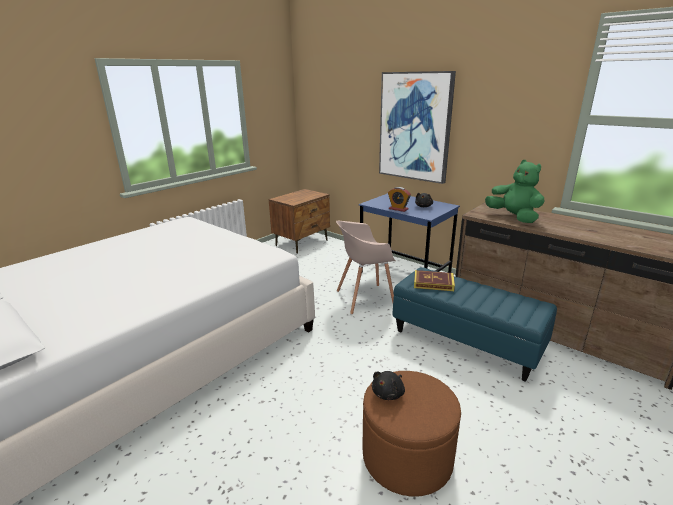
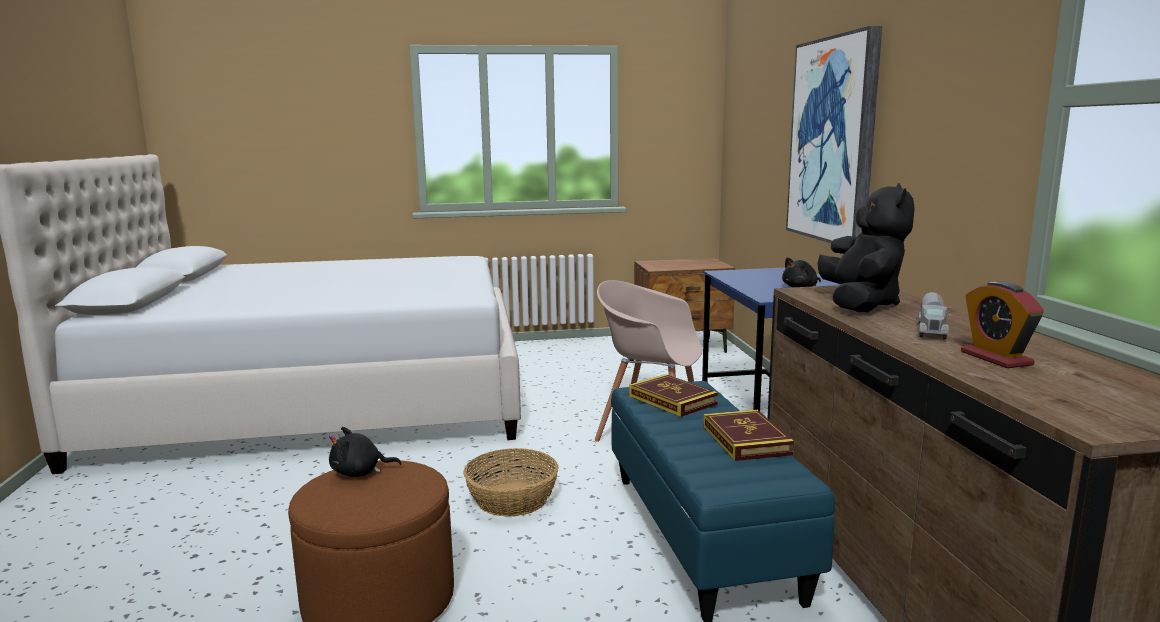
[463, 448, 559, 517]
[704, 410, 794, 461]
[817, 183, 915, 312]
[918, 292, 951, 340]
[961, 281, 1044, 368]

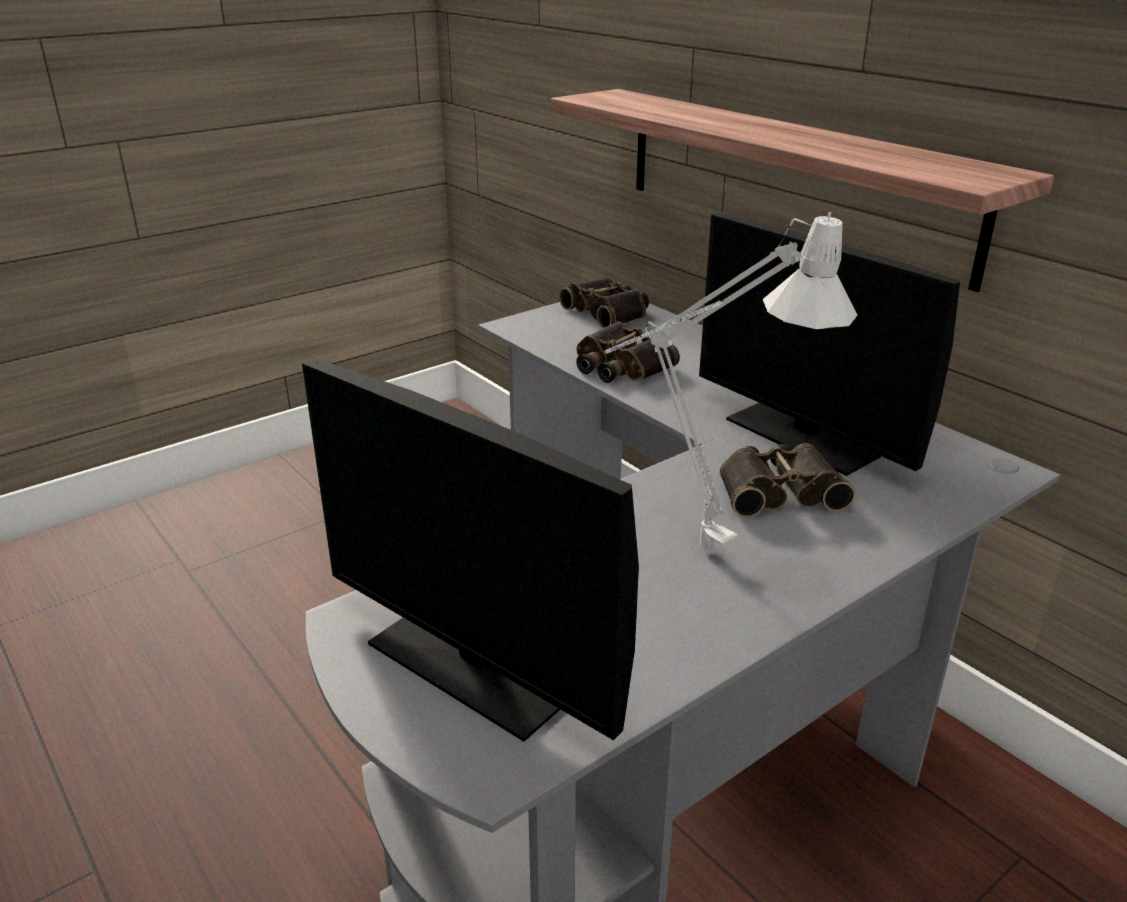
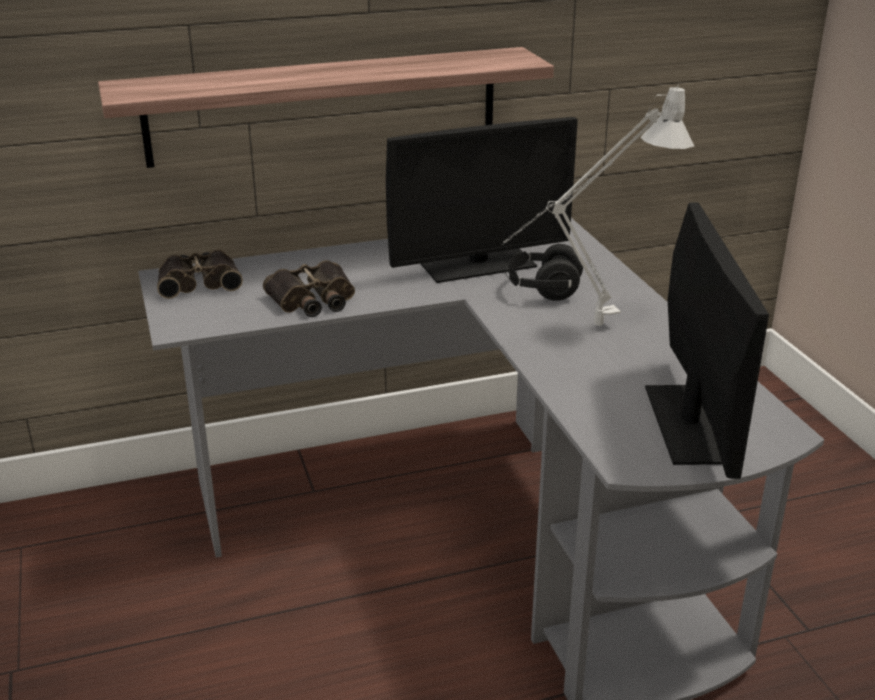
[506, 244, 583, 301]
[645, 202, 769, 479]

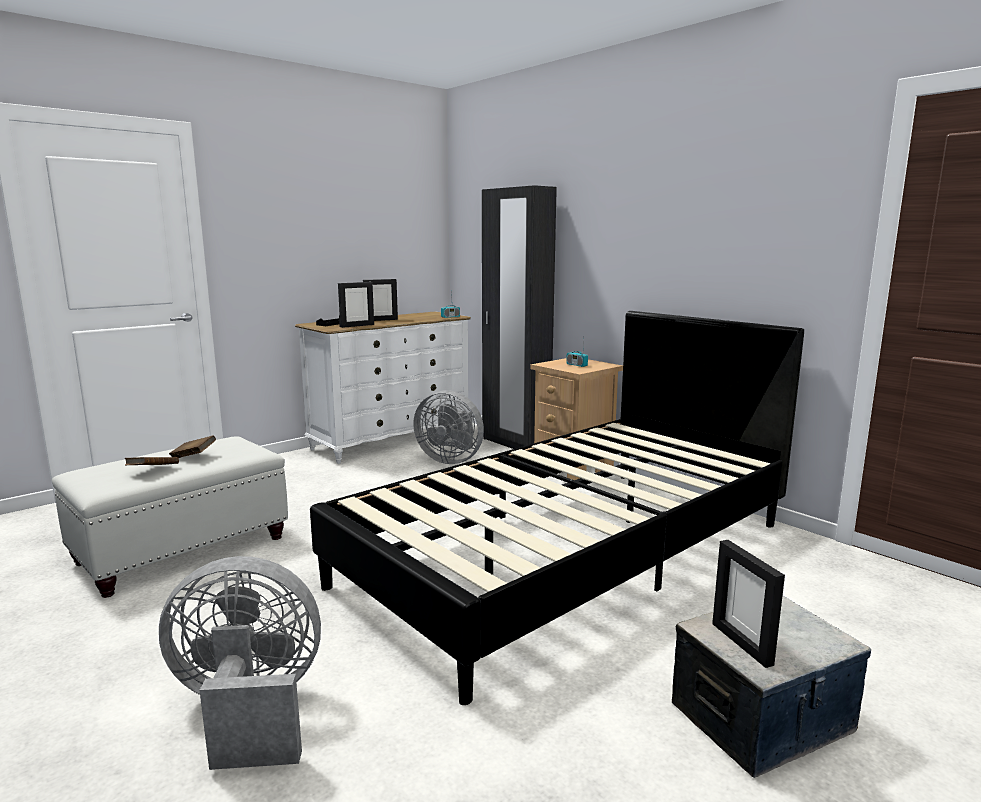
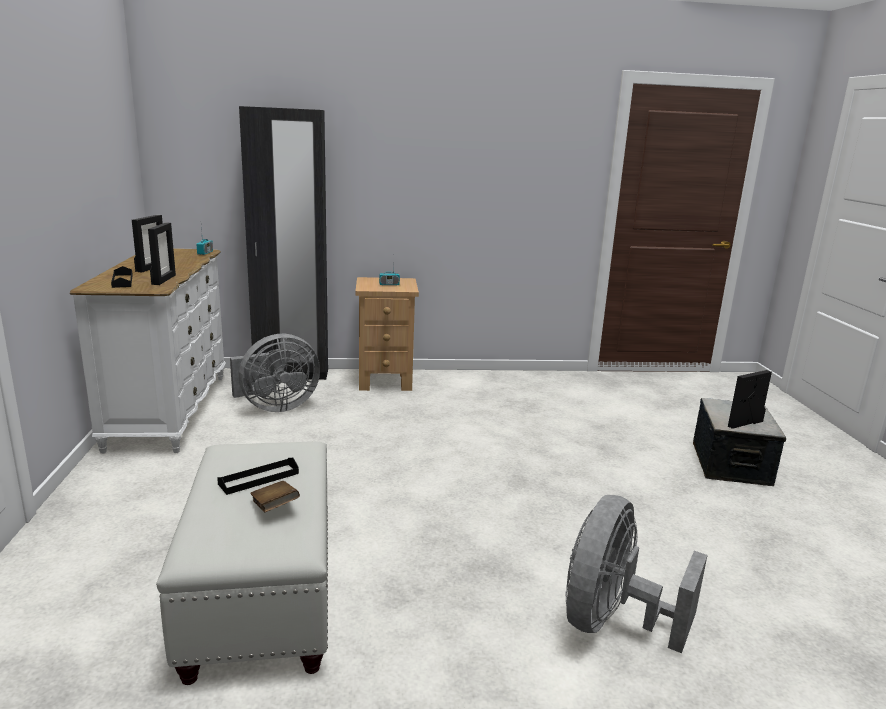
[217, 458, 299, 495]
[728, 370, 772, 429]
[310, 311, 804, 705] (first image)

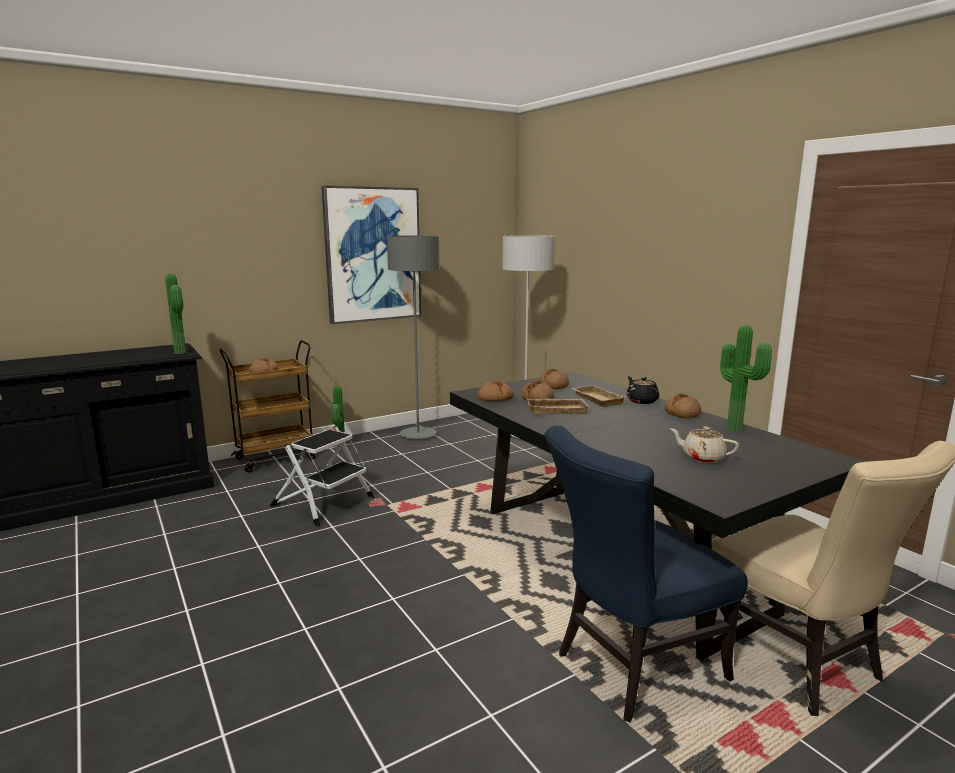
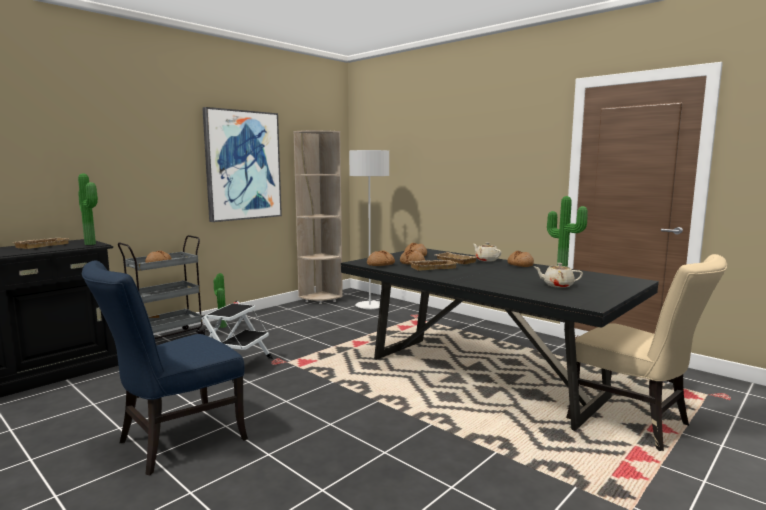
[14, 238, 69, 249]
[82, 261, 248, 475]
[118, 235, 208, 339]
[294, 130, 343, 304]
[473, 242, 501, 262]
[387, 235, 440, 439] (first image)

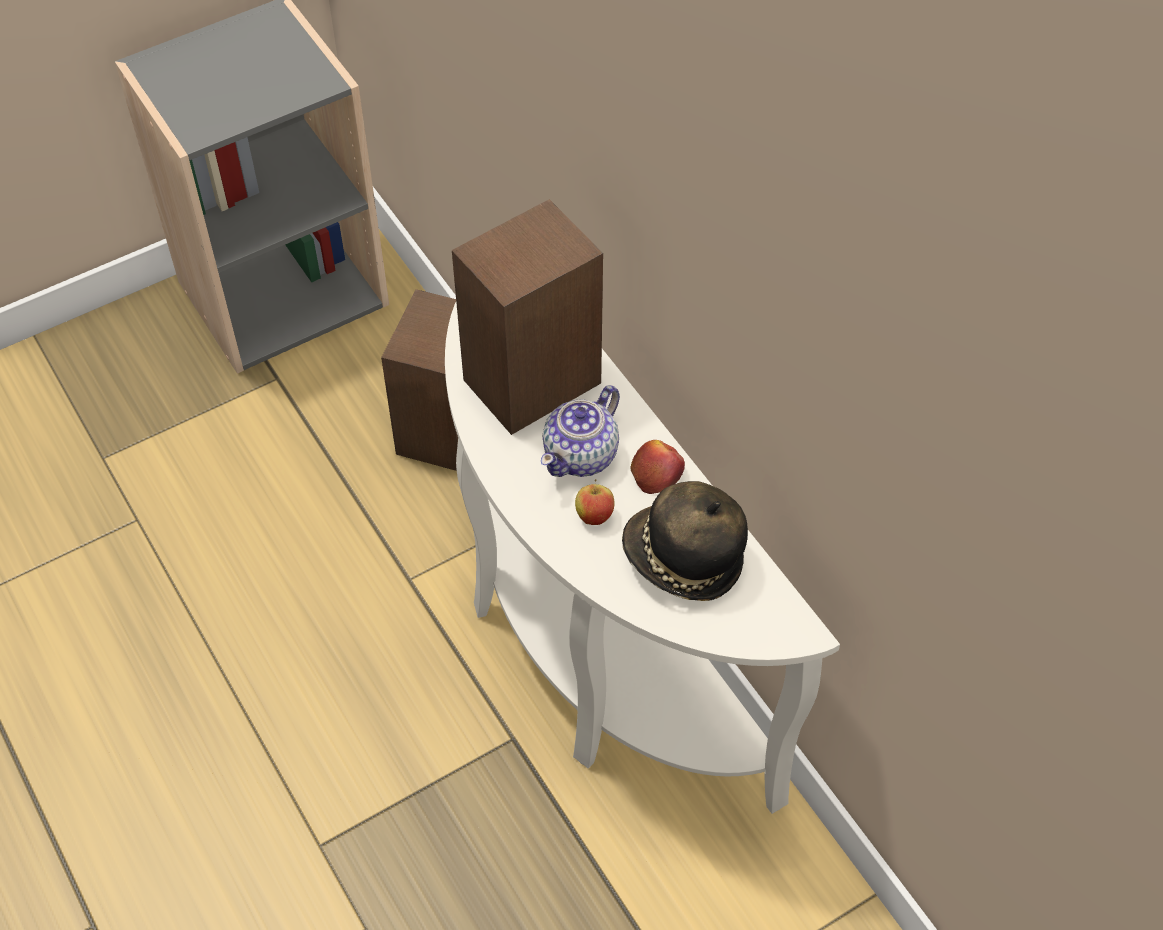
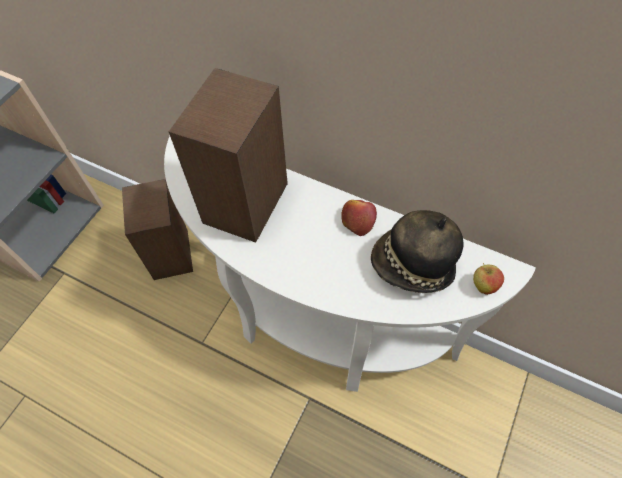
[473, 263, 504, 295]
[541, 385, 620, 477] (first image)

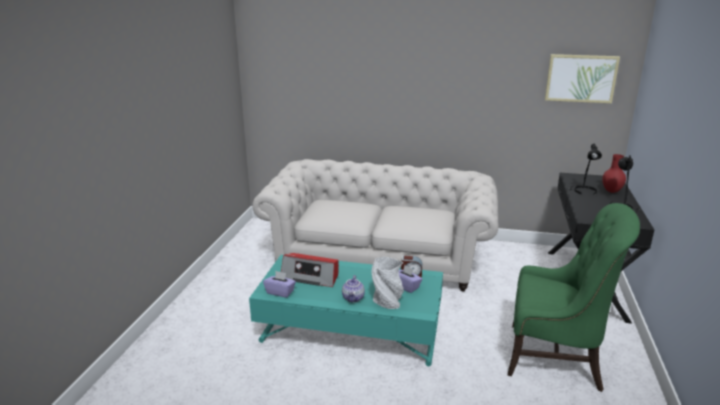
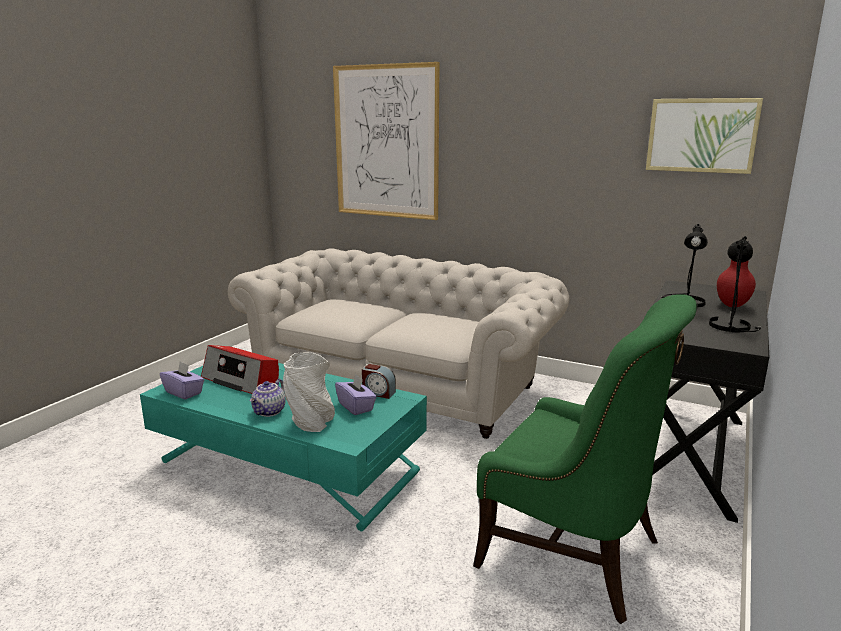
[333, 62, 440, 220]

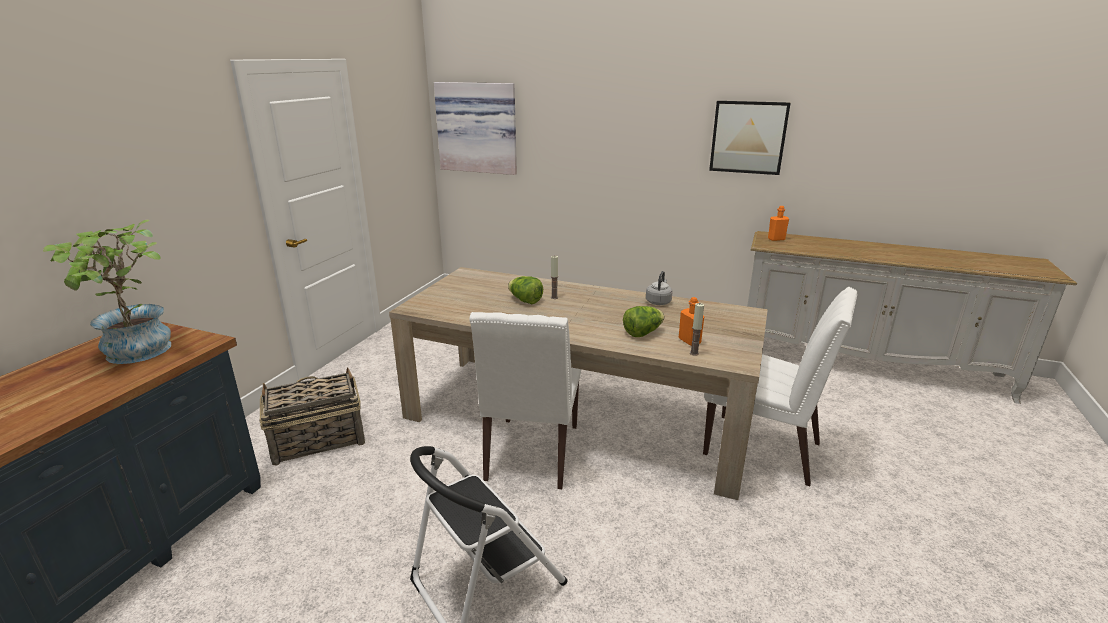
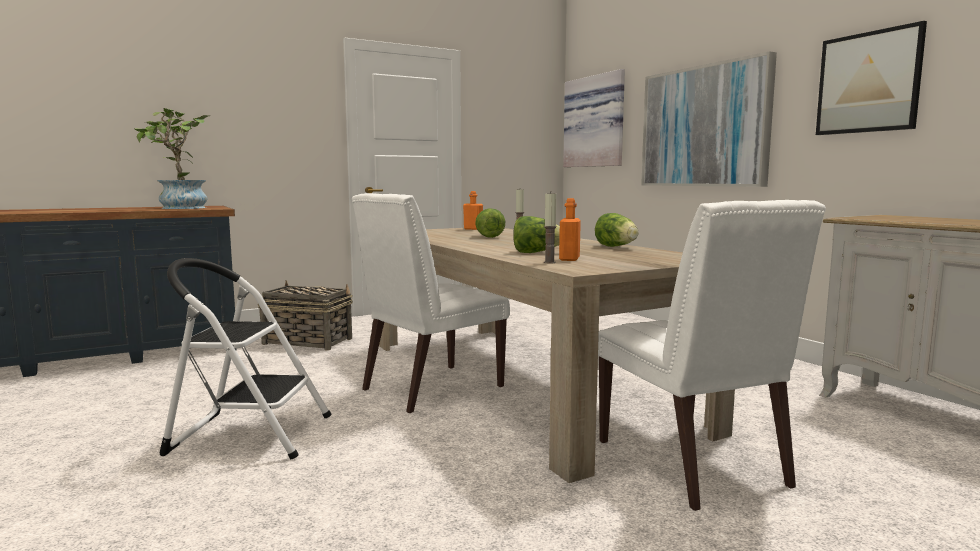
[463, 191, 483, 230]
[595, 213, 638, 247]
[641, 51, 777, 187]

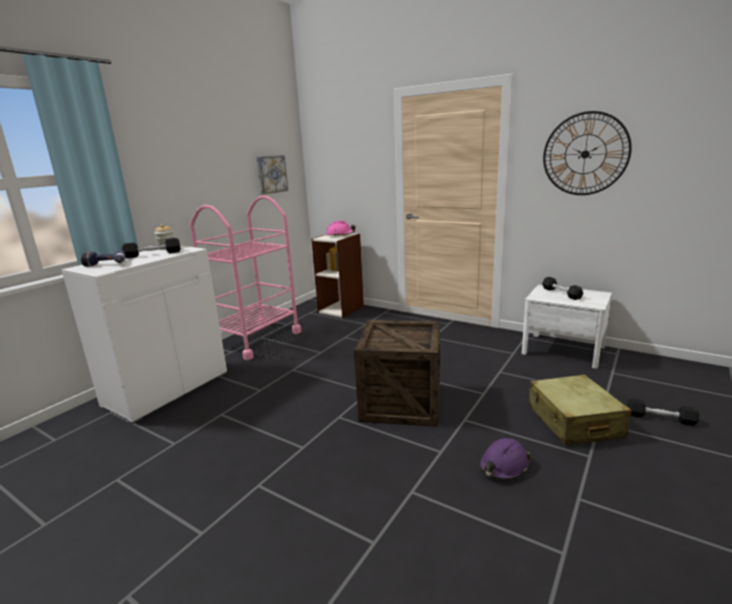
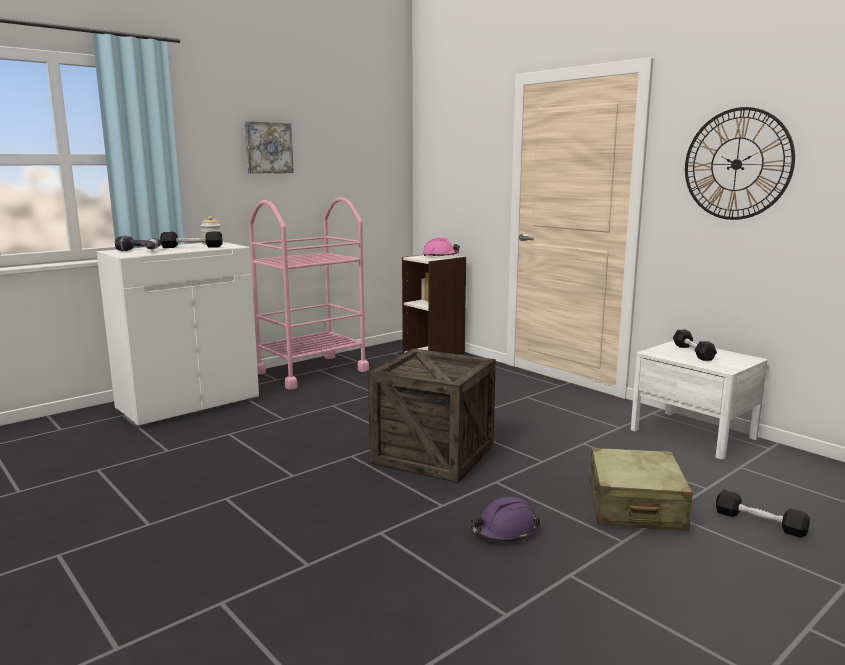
[245, 121, 294, 174]

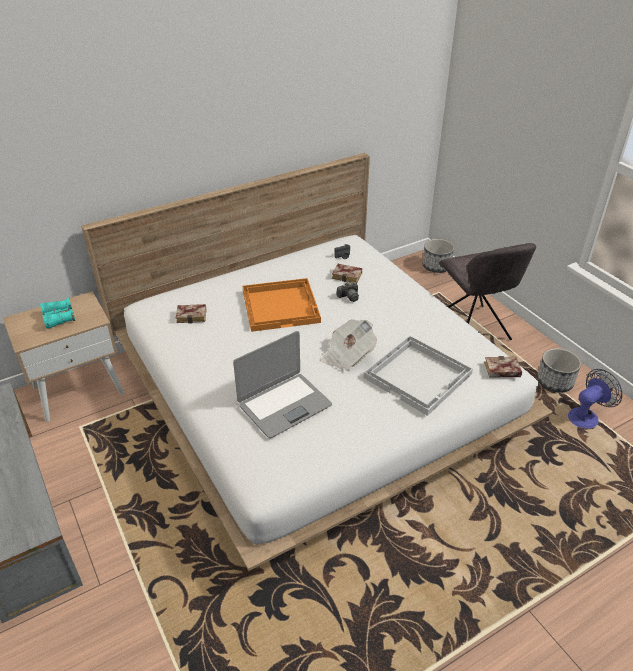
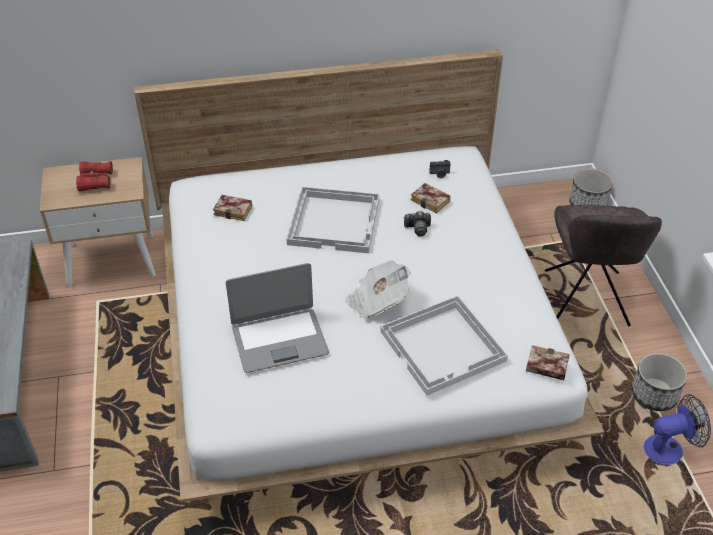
[76, 161, 113, 191]
[287, 187, 380, 253]

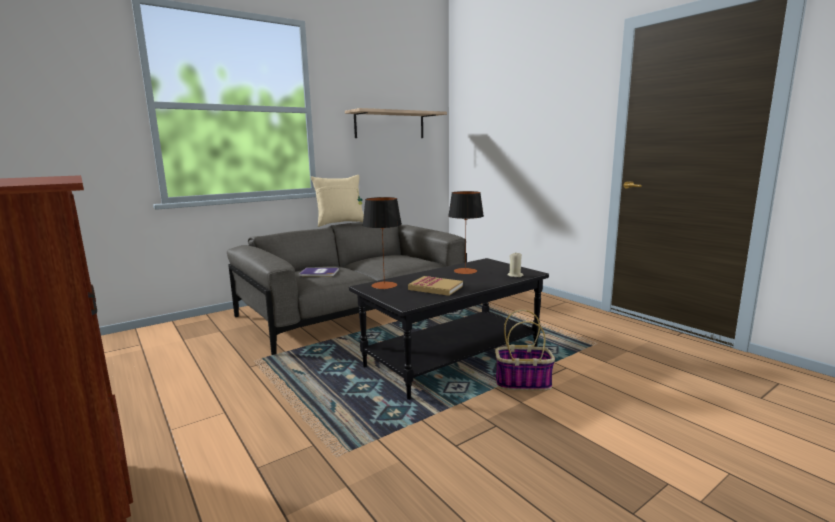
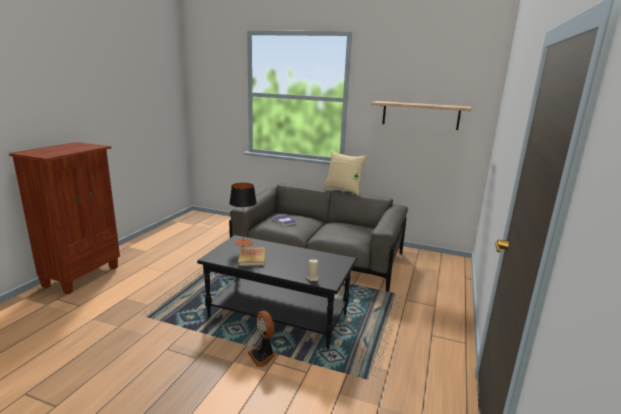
[248, 311, 276, 367]
[448, 191, 484, 274] (first image)

